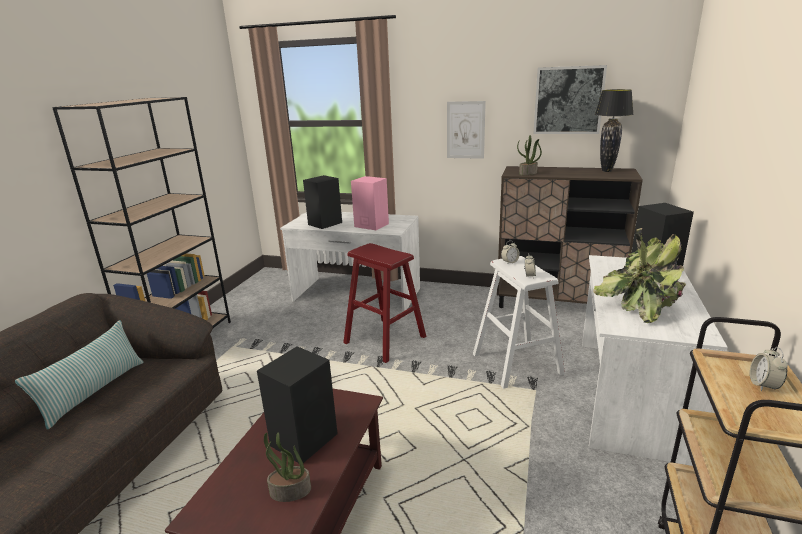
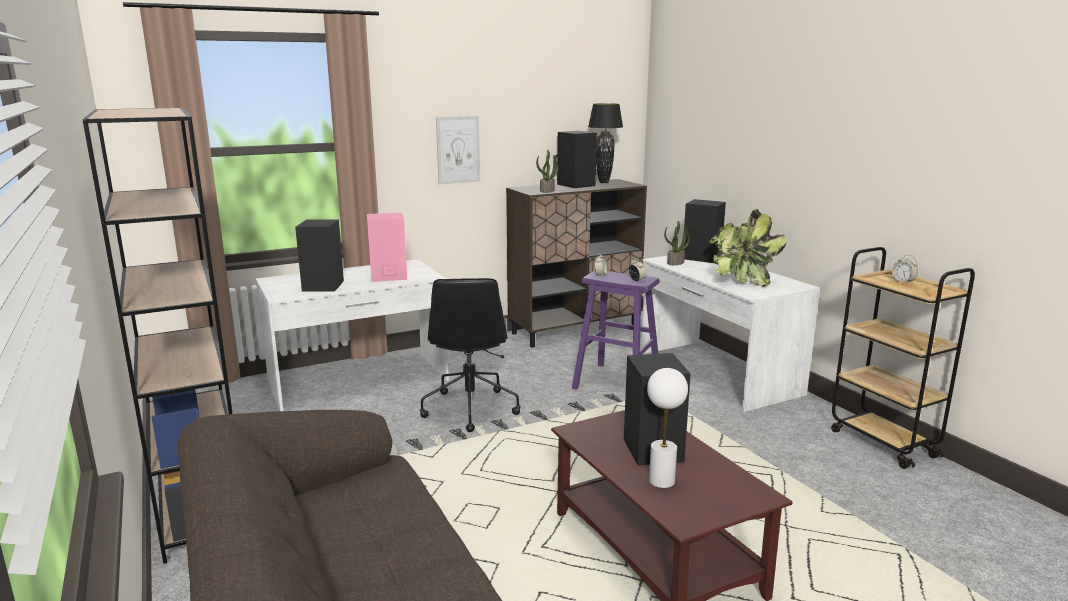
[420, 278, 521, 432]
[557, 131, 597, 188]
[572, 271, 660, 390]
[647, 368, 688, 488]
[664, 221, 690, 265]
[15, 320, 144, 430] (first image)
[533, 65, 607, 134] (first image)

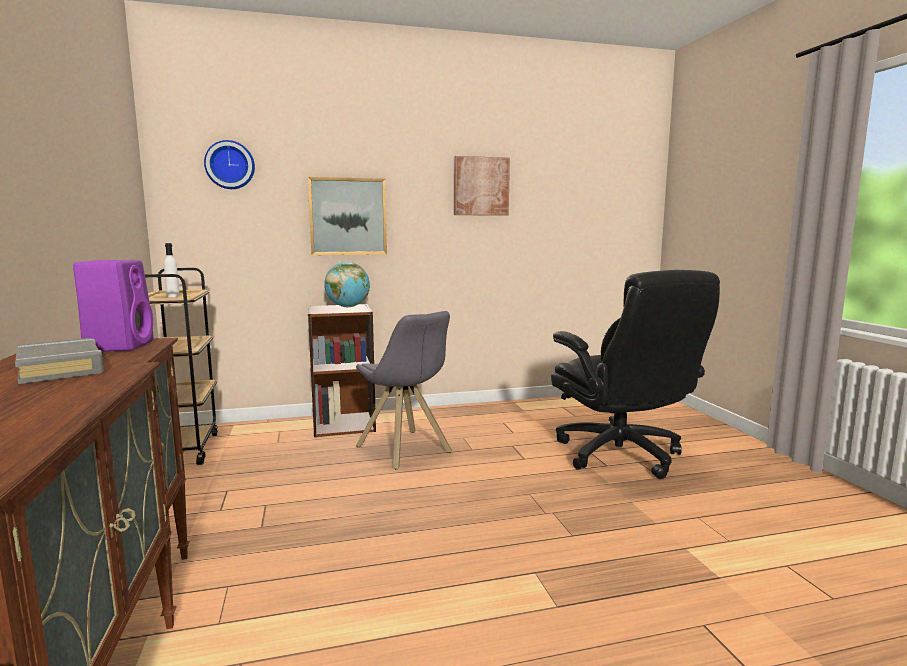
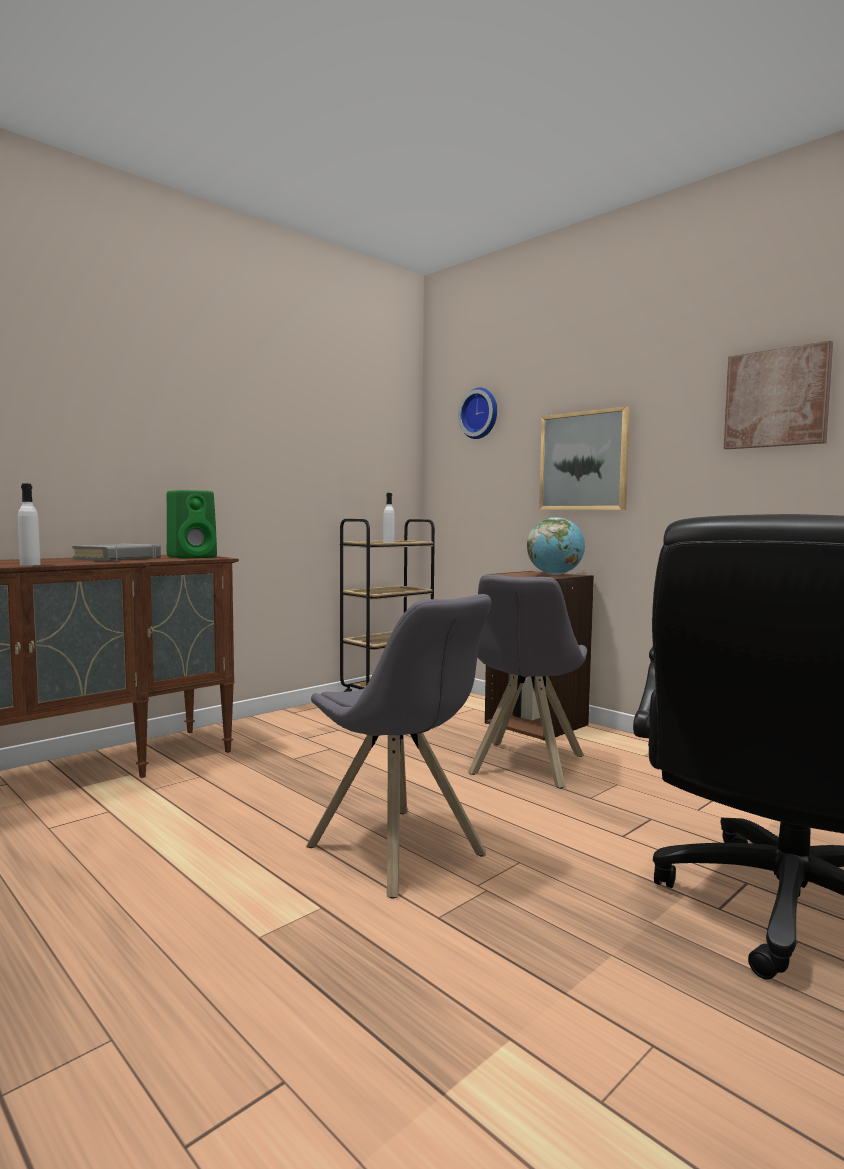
[18, 483, 40, 566]
[167, 490, 217, 559]
[306, 594, 491, 899]

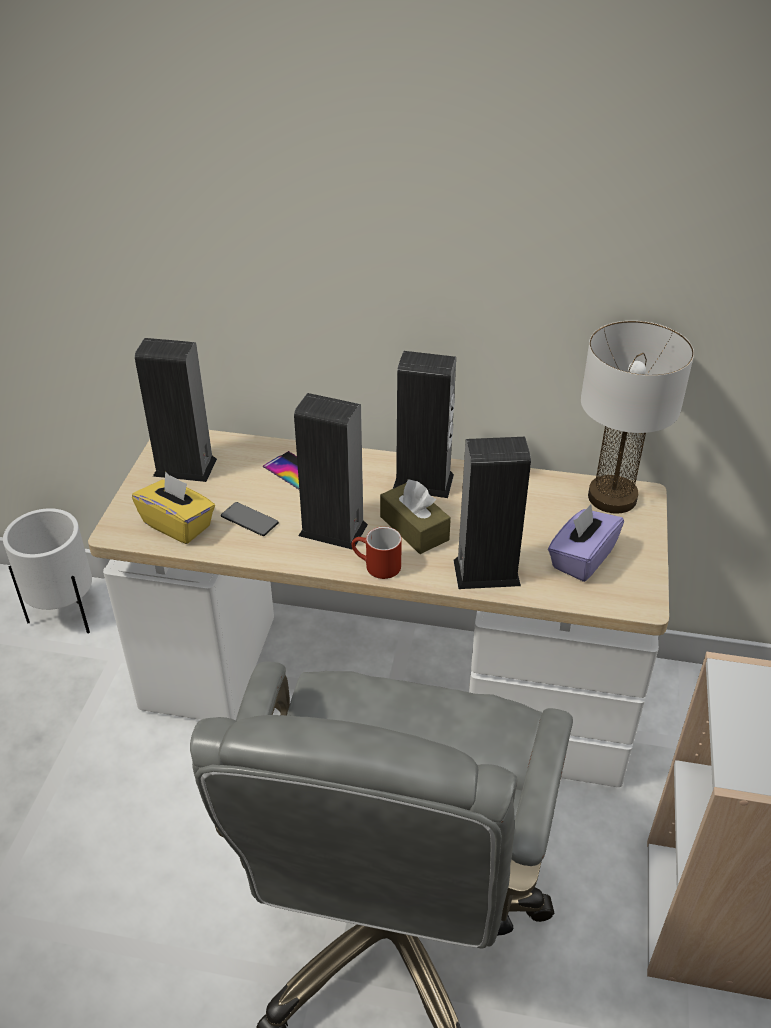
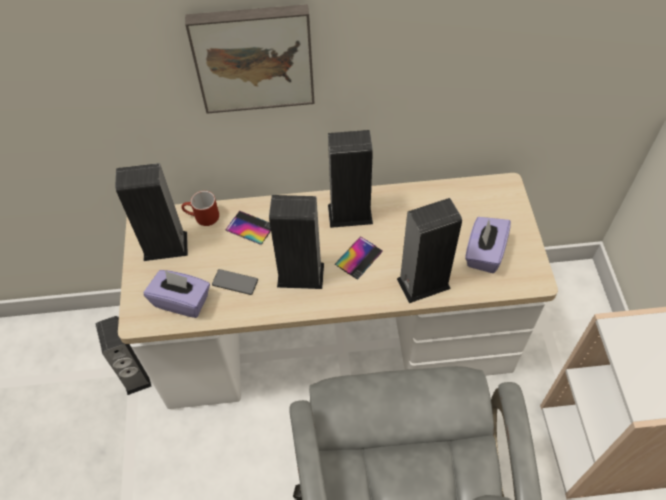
[95, 316, 152, 395]
[143, 270, 210, 318]
[181, 191, 219, 226]
[185, 4, 315, 114]
[335, 236, 383, 280]
[3, 508, 92, 634] (first image)
[581, 321, 694, 513] (first image)

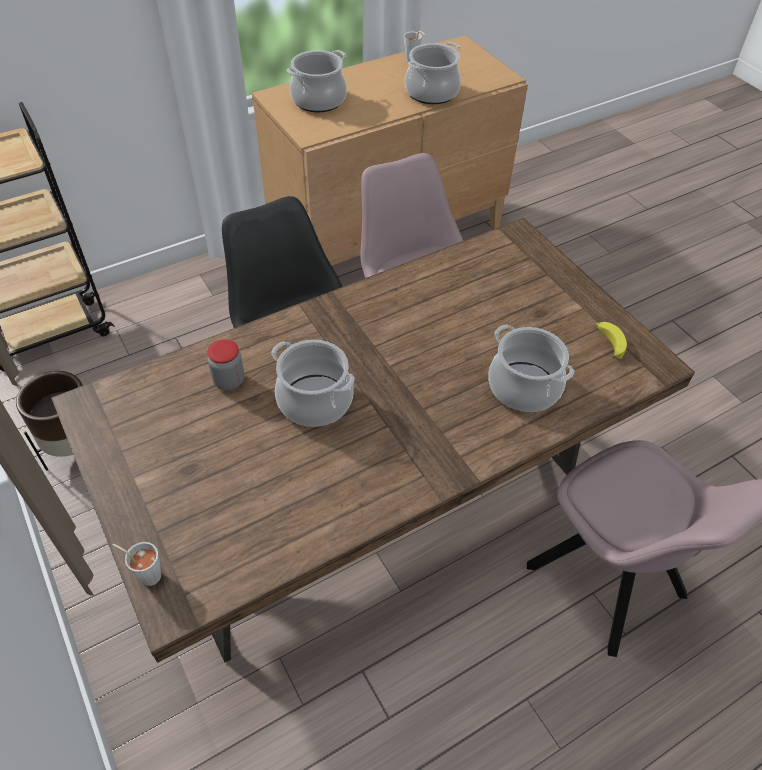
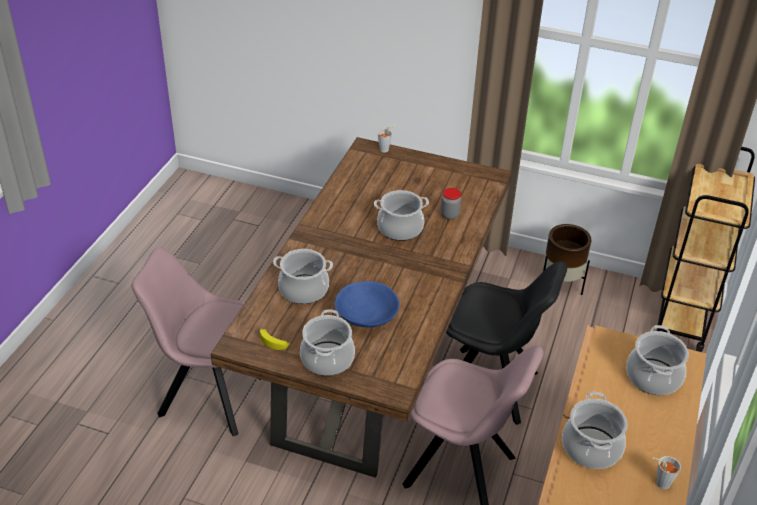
[300, 309, 355, 376]
[334, 281, 400, 327]

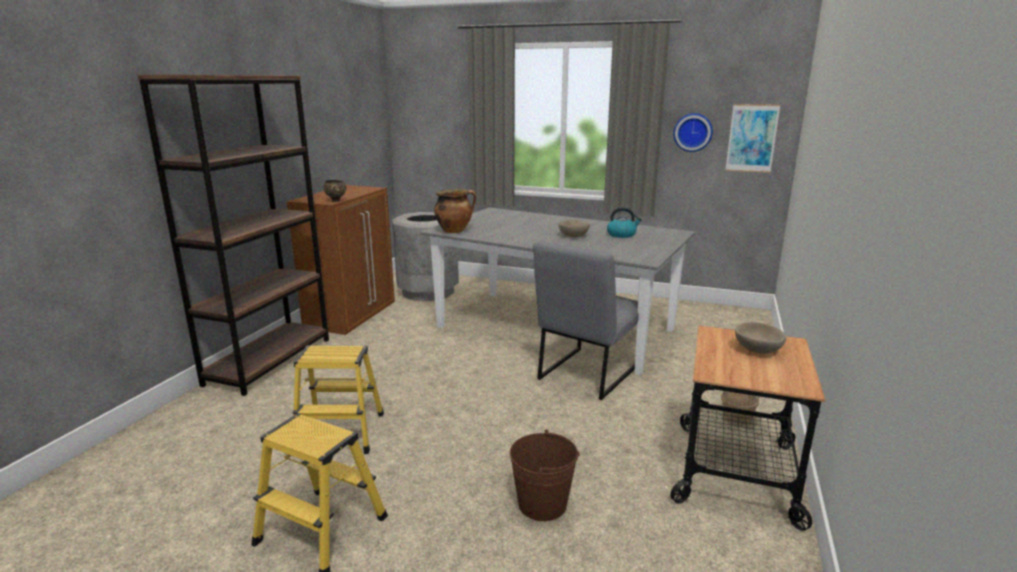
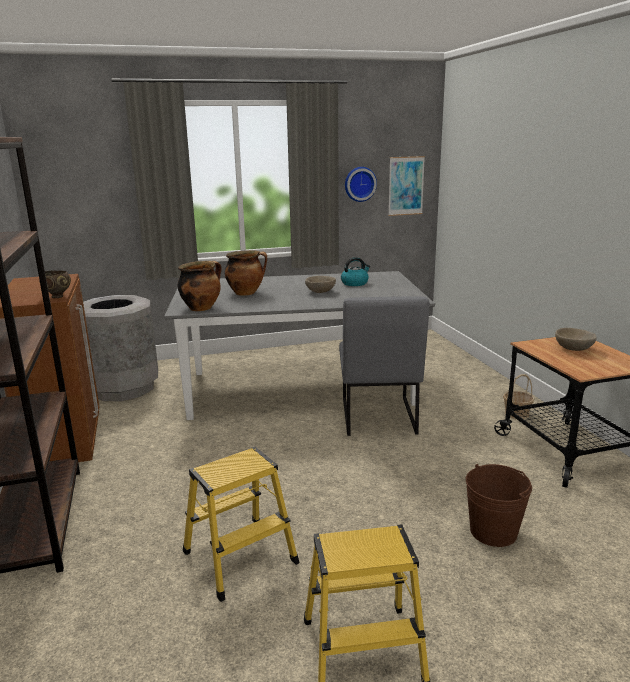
[225, 250, 267, 296]

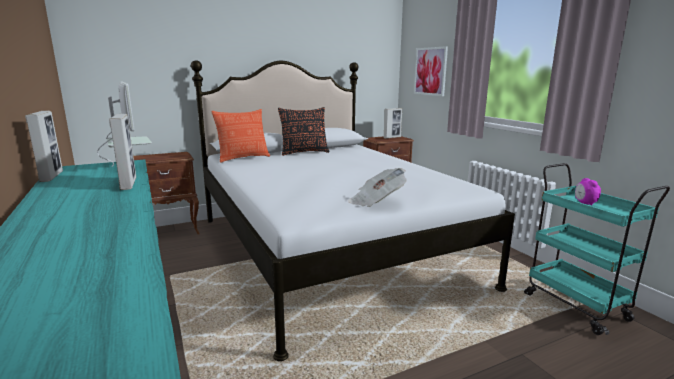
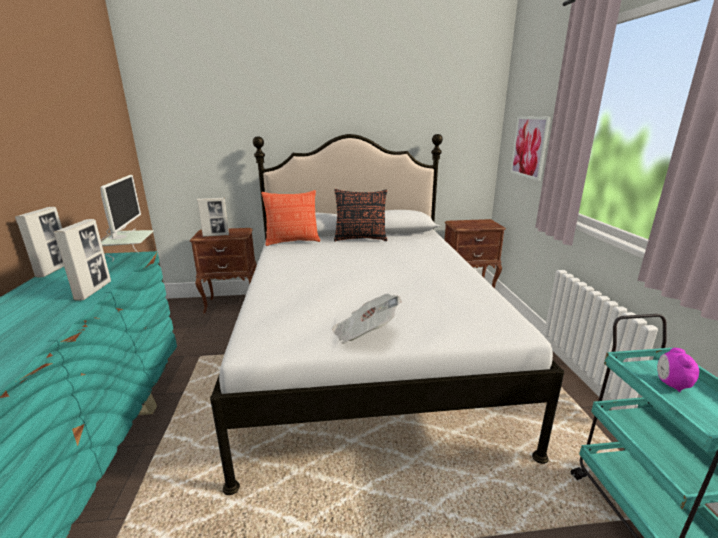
[197, 198, 229, 237]

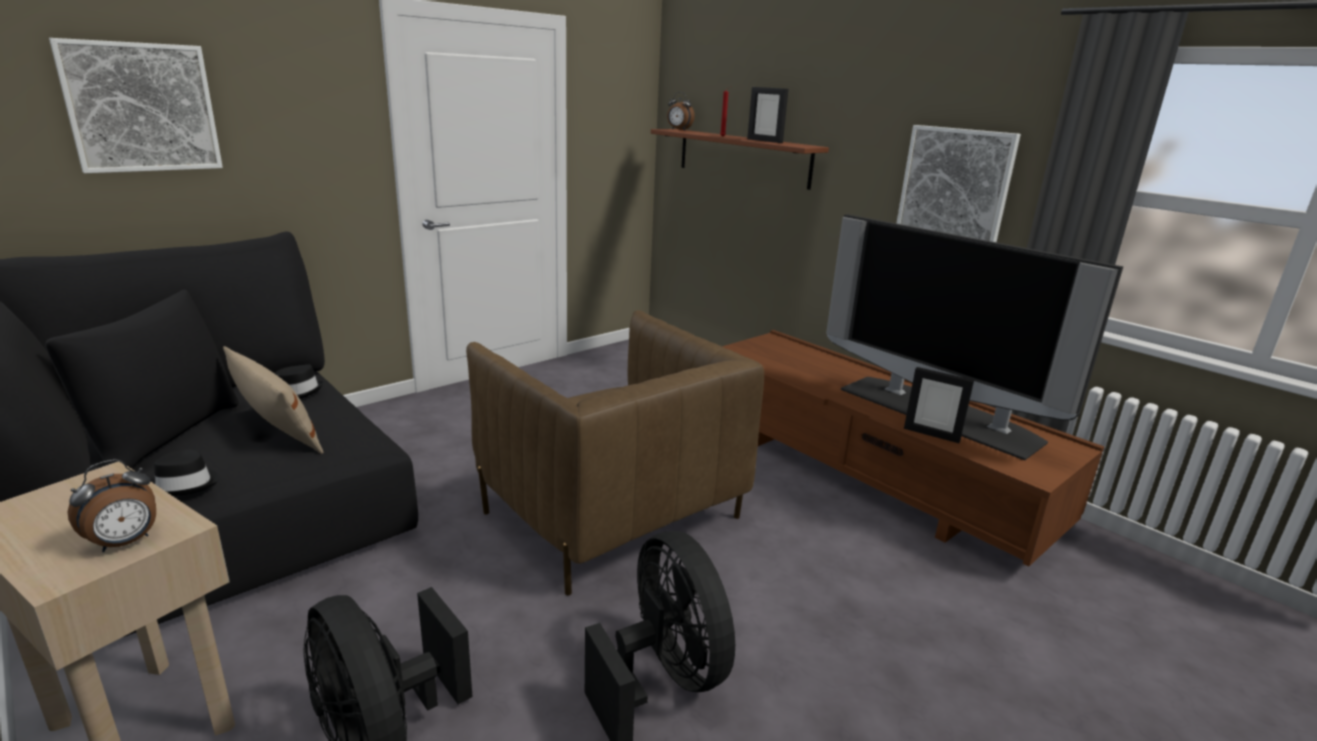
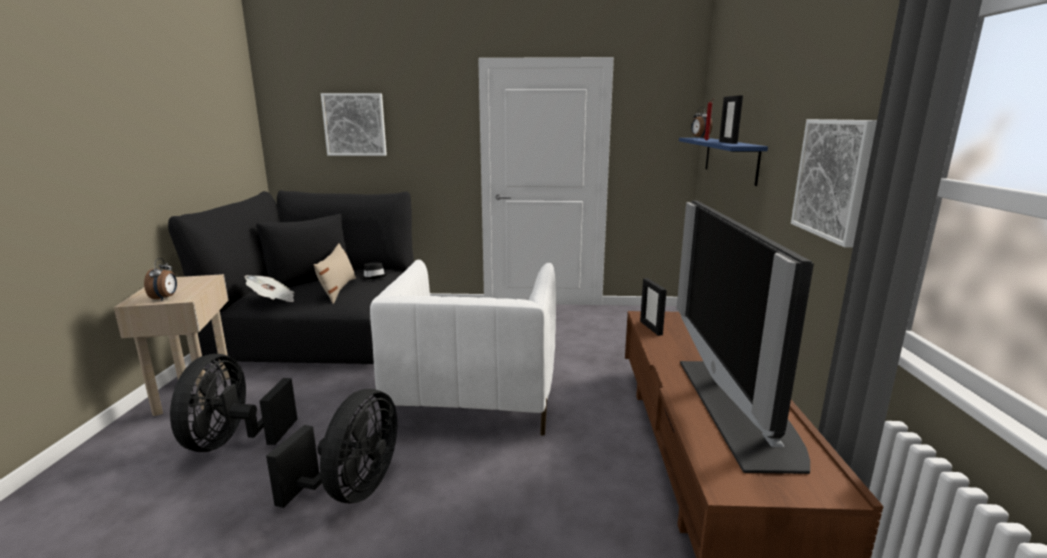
[144, 258, 177, 301]
[244, 275, 294, 302]
[370, 260, 556, 436]
[640, 278, 667, 336]
[679, 138, 768, 186]

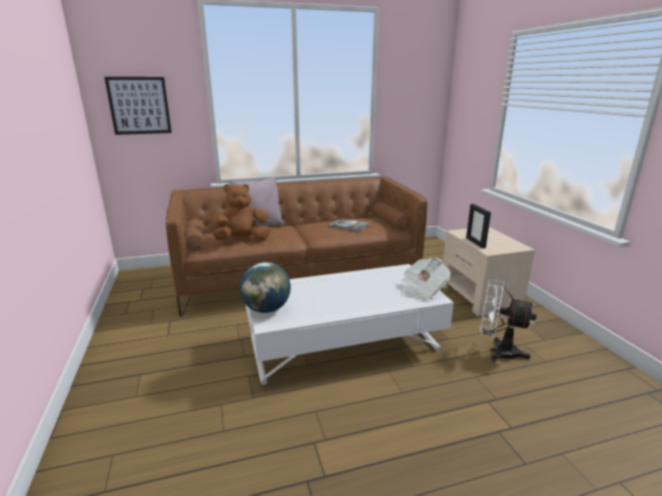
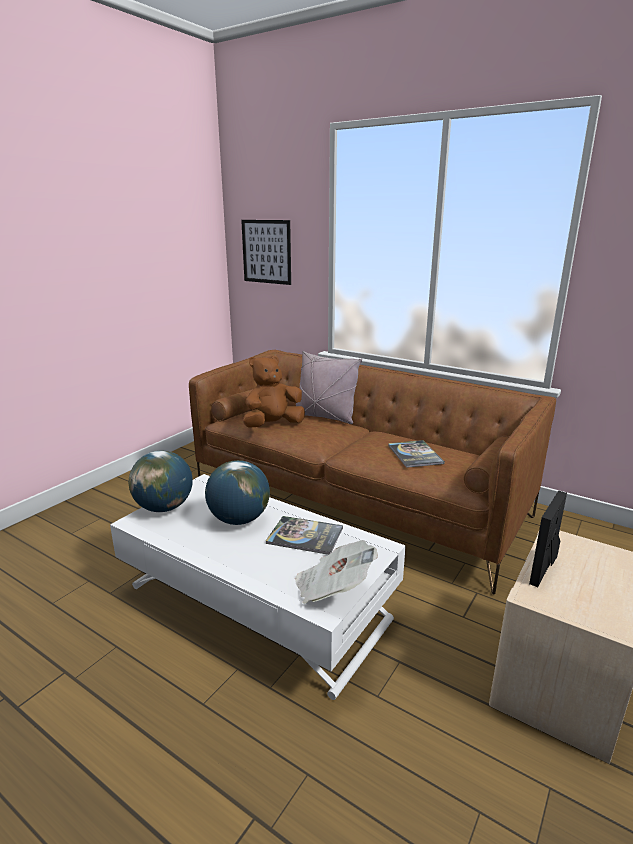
[205, 460, 270, 525]
[243, 355, 305, 428]
[266, 516, 343, 555]
[480, 280, 537, 362] (first image)

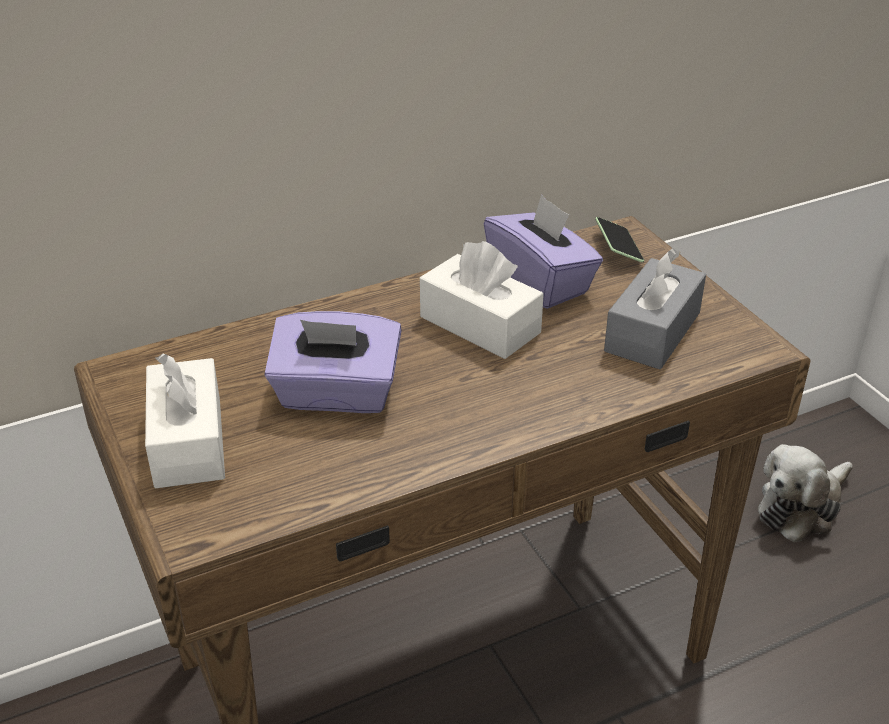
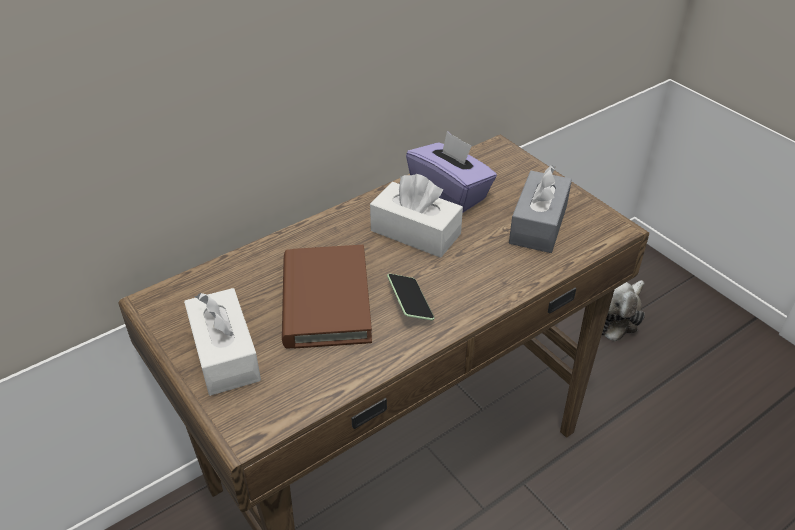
[282, 245, 372, 349]
[387, 274, 435, 320]

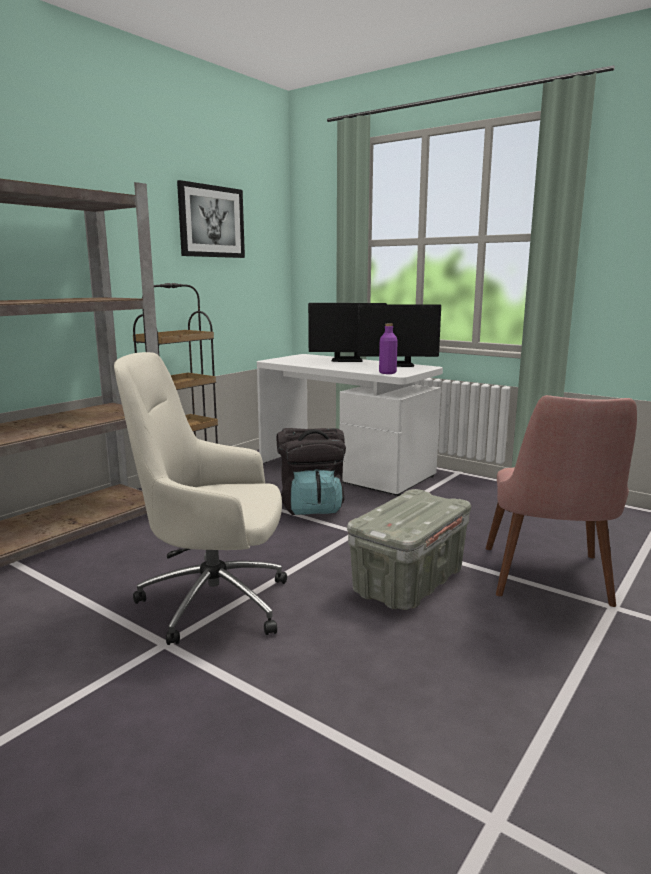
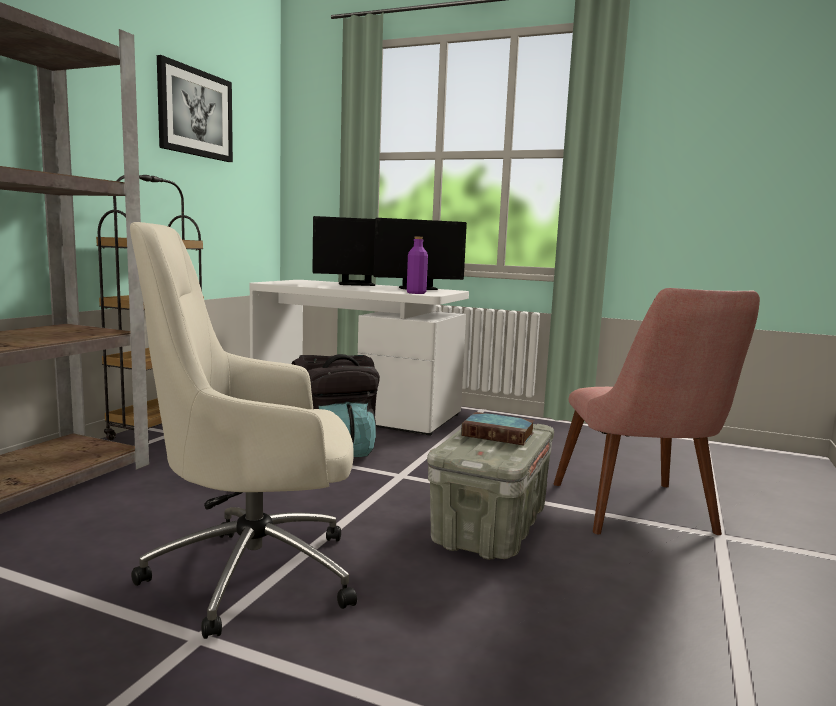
[461, 412, 535, 445]

